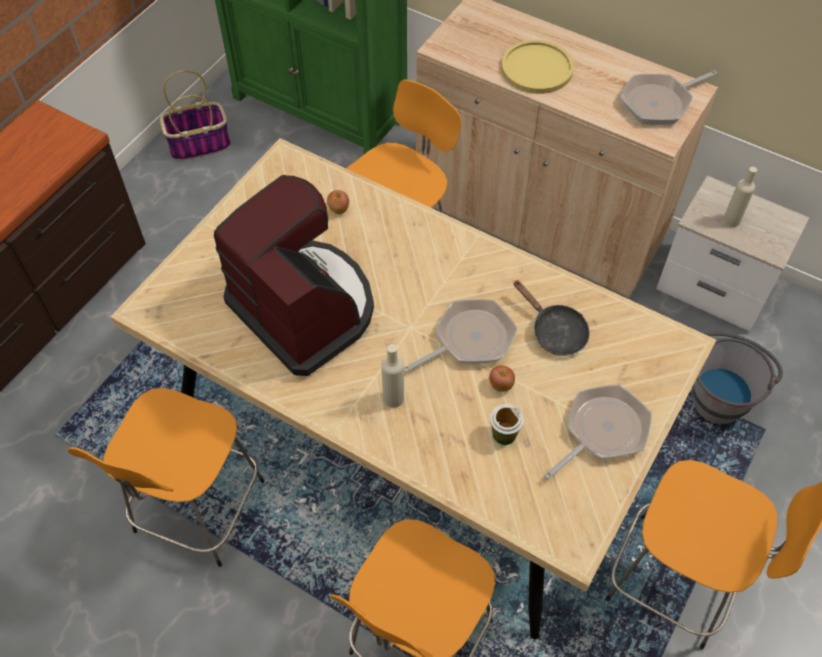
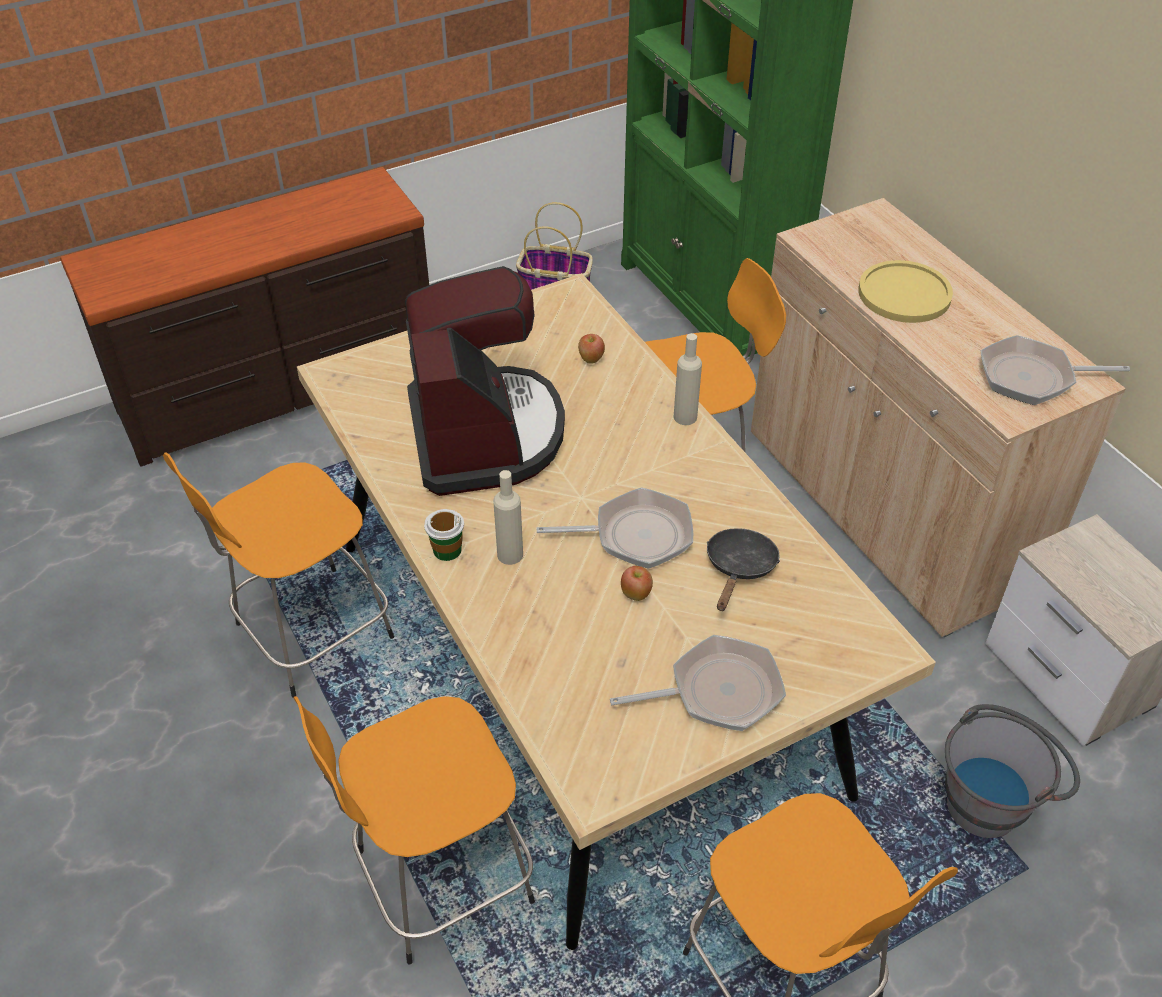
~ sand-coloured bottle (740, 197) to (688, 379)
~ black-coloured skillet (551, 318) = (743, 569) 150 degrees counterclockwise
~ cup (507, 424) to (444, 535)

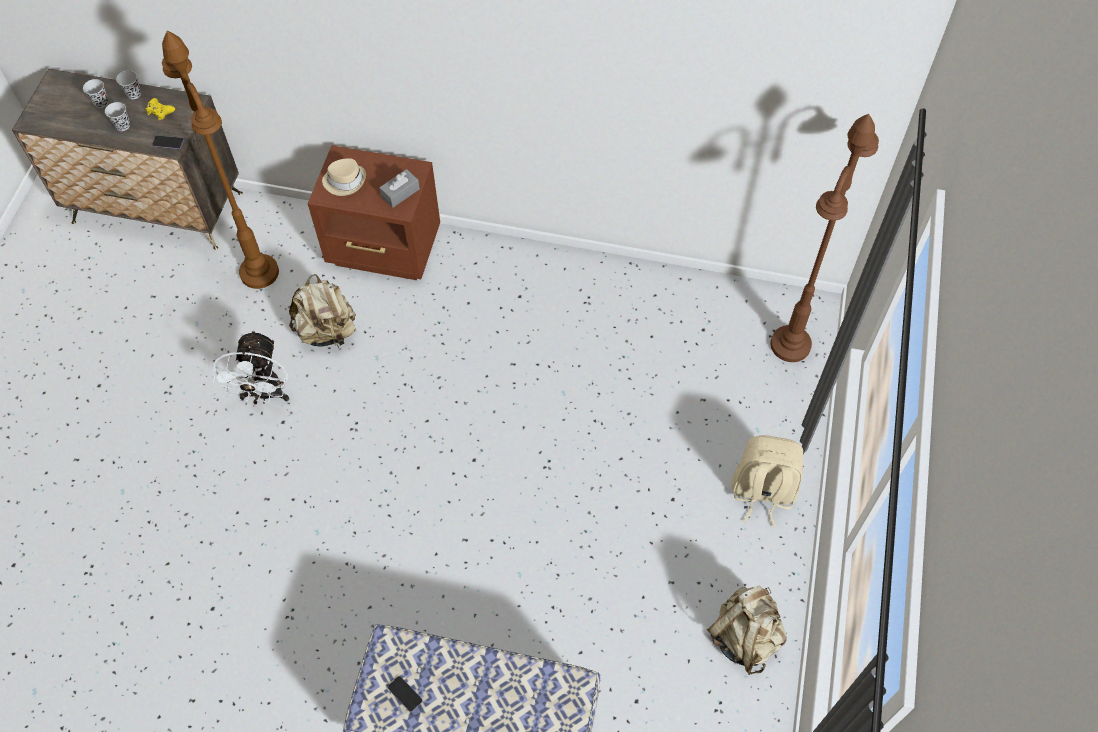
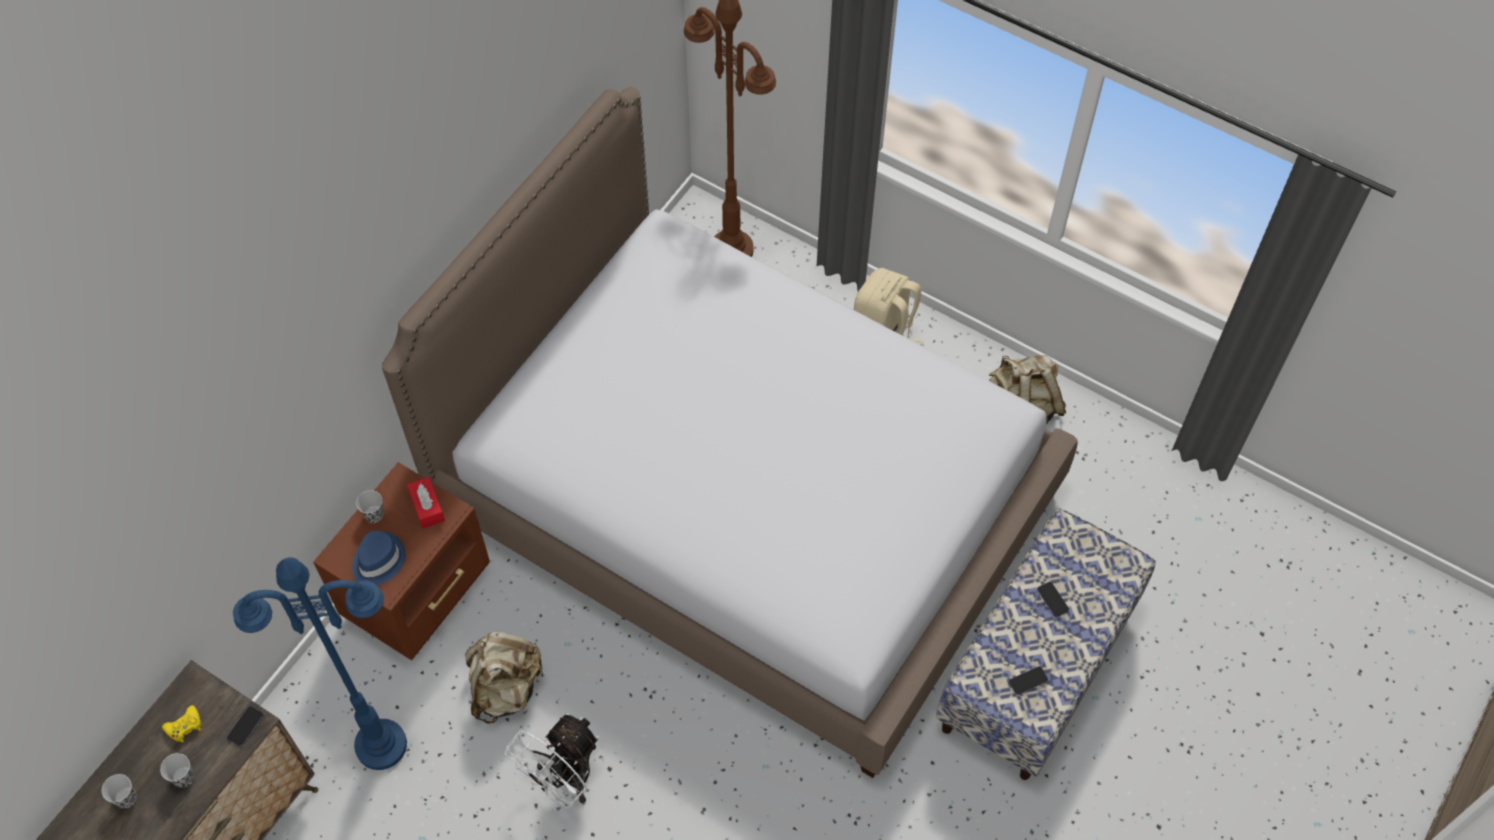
~ brown standard lamp (220, 160) to blue-coloured standard lamp (320, 663)
~ black-coloured cup (128, 84) to (370, 506)
~ sand-coloured clothing hat (344, 177) to blue-coloured clothing hat (378, 558)
~ greyish tissue holder (399, 188) to red-coloured tissue holder (426, 502)
~ white cooling fan (251, 367) = (552, 760) 105 degrees clockwise
+ sleeping bed (730, 432)
+ phone (1053, 599)

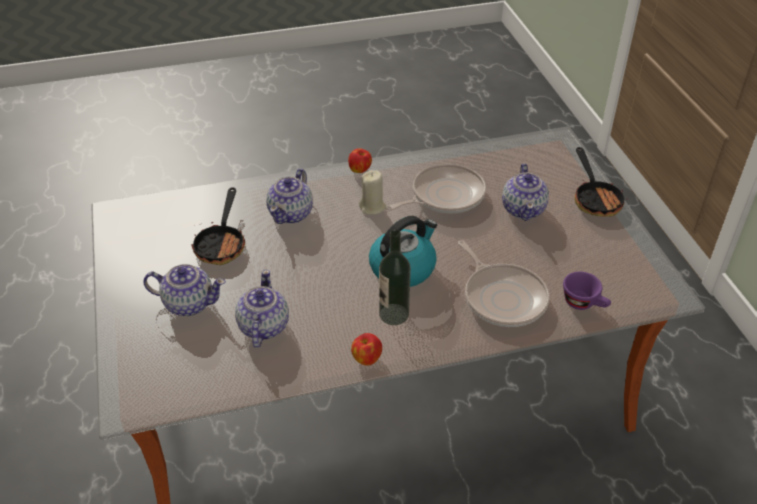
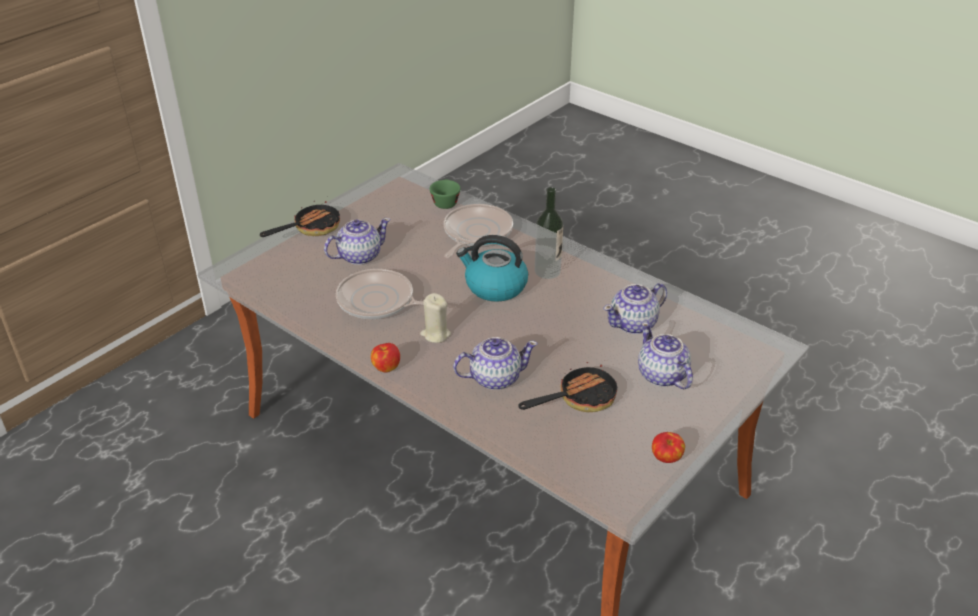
~ purple-coloured cup (587, 290) to green cup (445, 194)
~ apple (366, 349) to (668, 447)

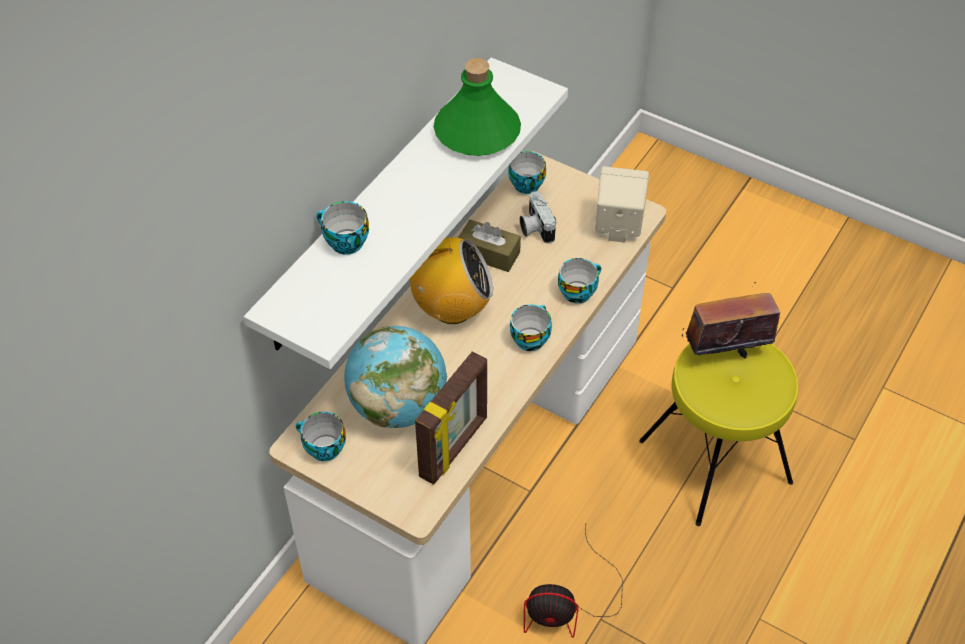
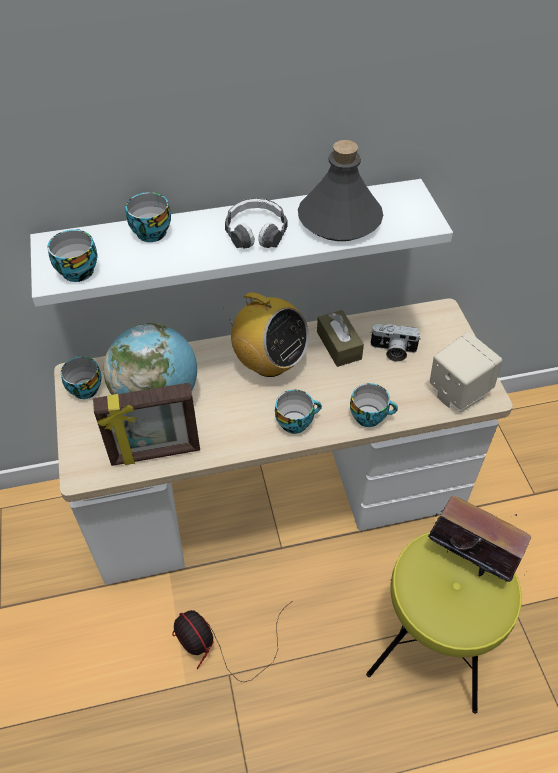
~ green bottle (477, 107) to greyish bottle (340, 190)
~ cup (527, 172) to (72, 255)
~ still camera (538, 217) = (395, 343) 105 degrees counterclockwise
+ headset (256, 223)

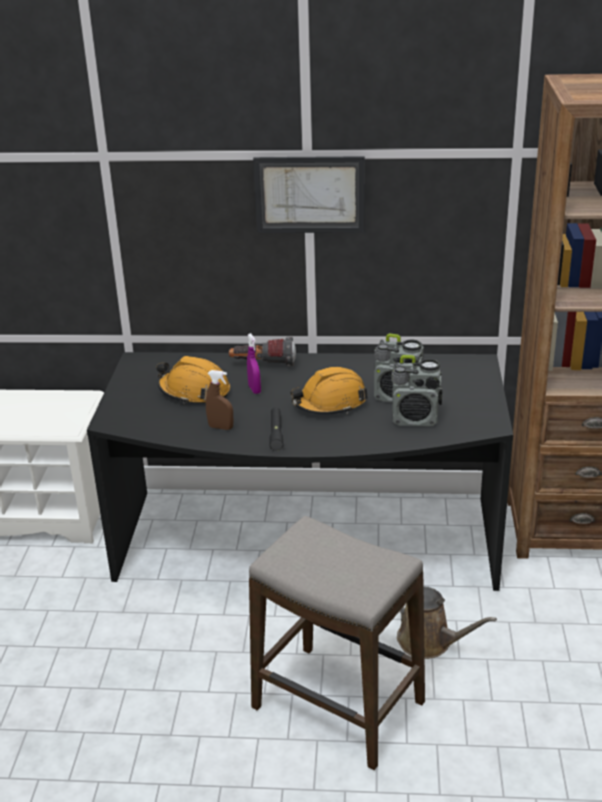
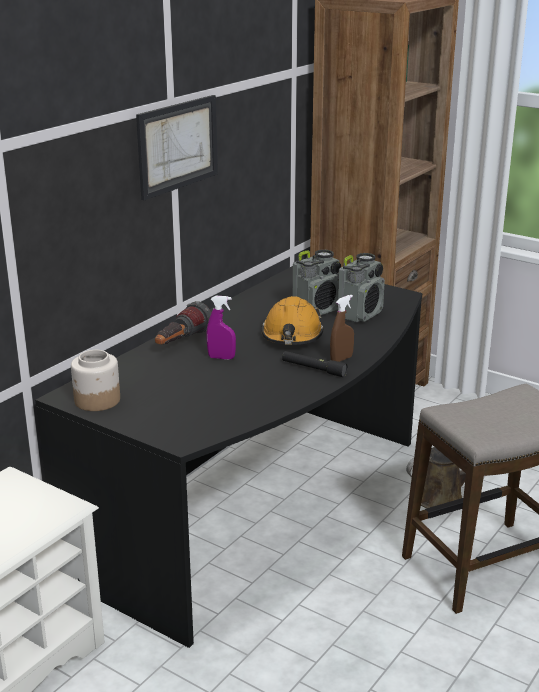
- orange-coloured work helmet (193, 380)
~ brown spray bottle (219, 400) to (342, 328)
+ jar (95, 380)

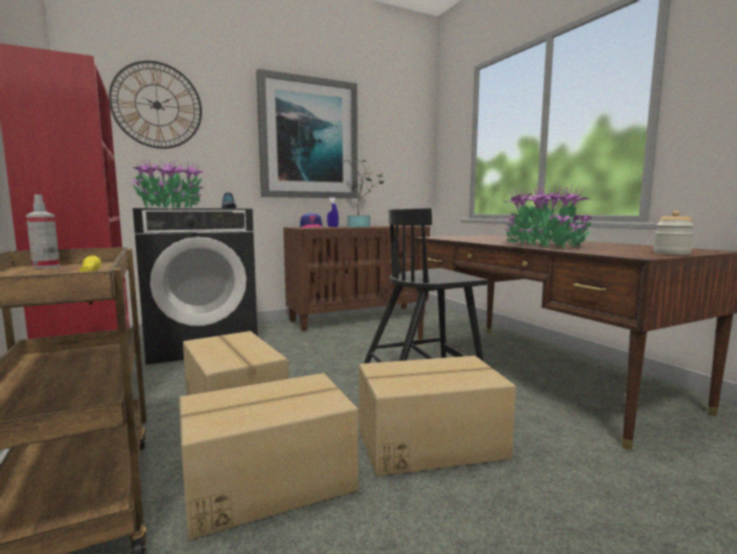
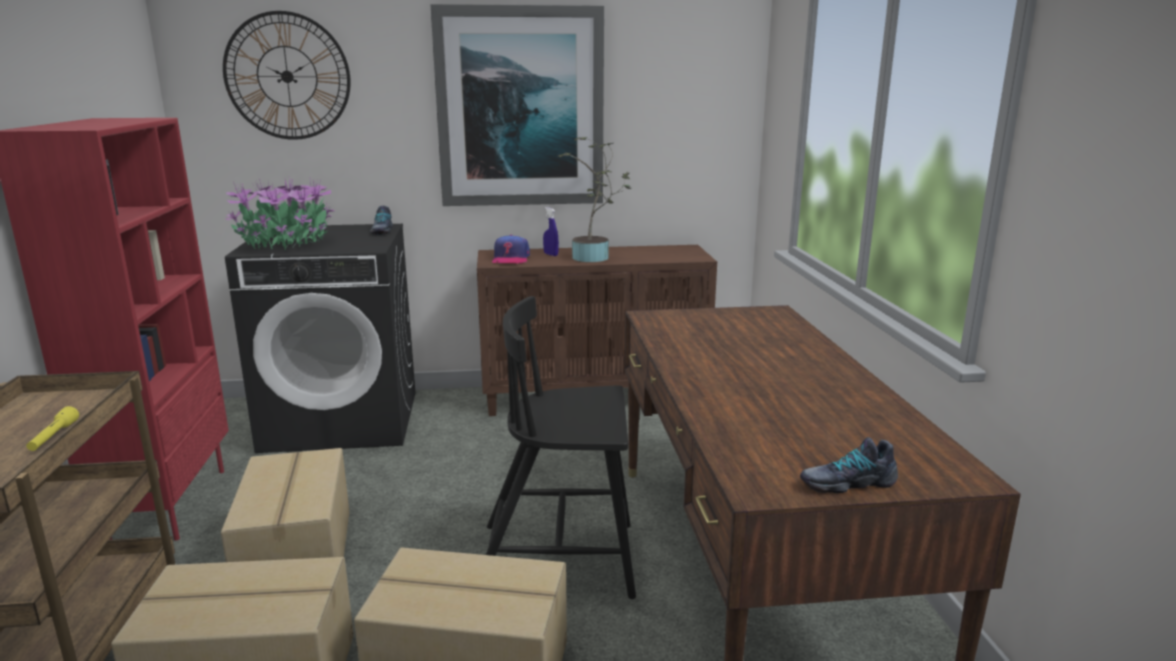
- plant in a pot (548, 216)
- spray bottle (43, 231)
~ jar (673, 233) to shoe (849, 465)

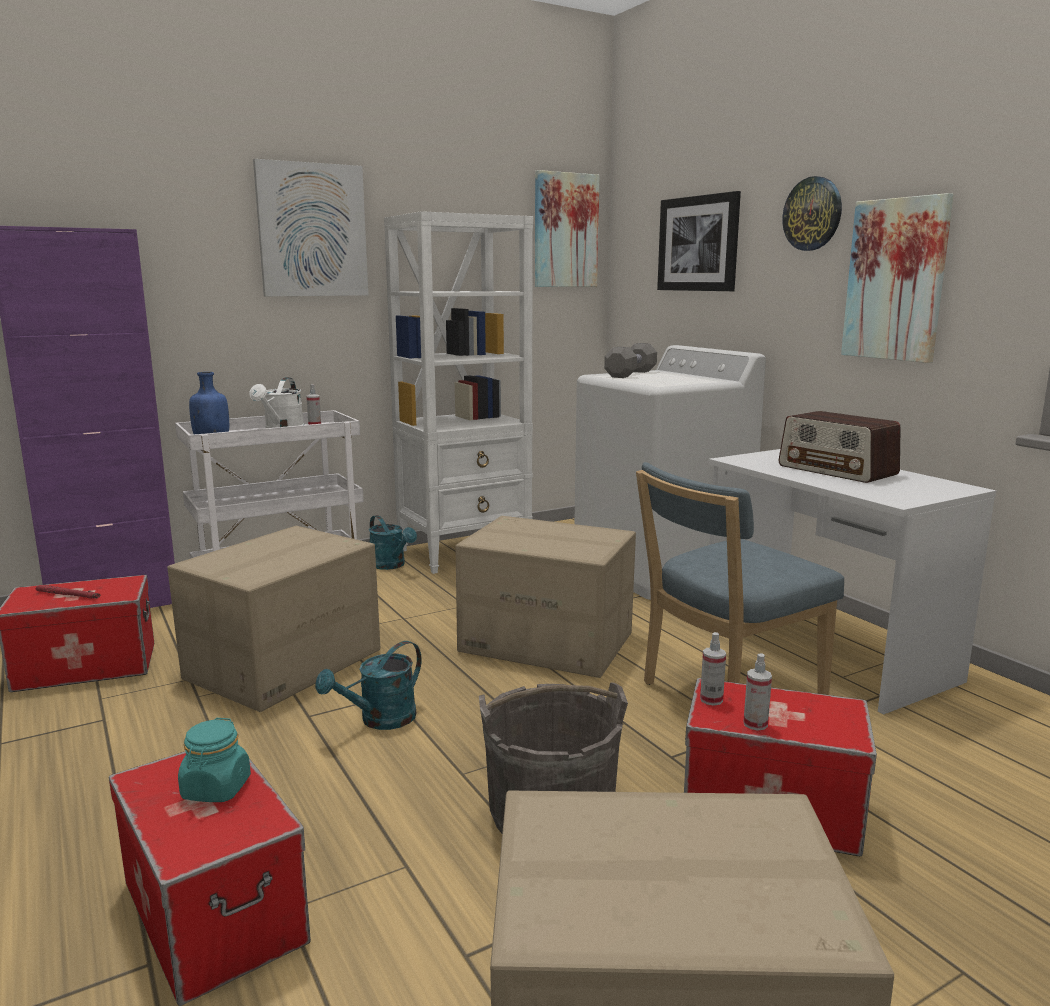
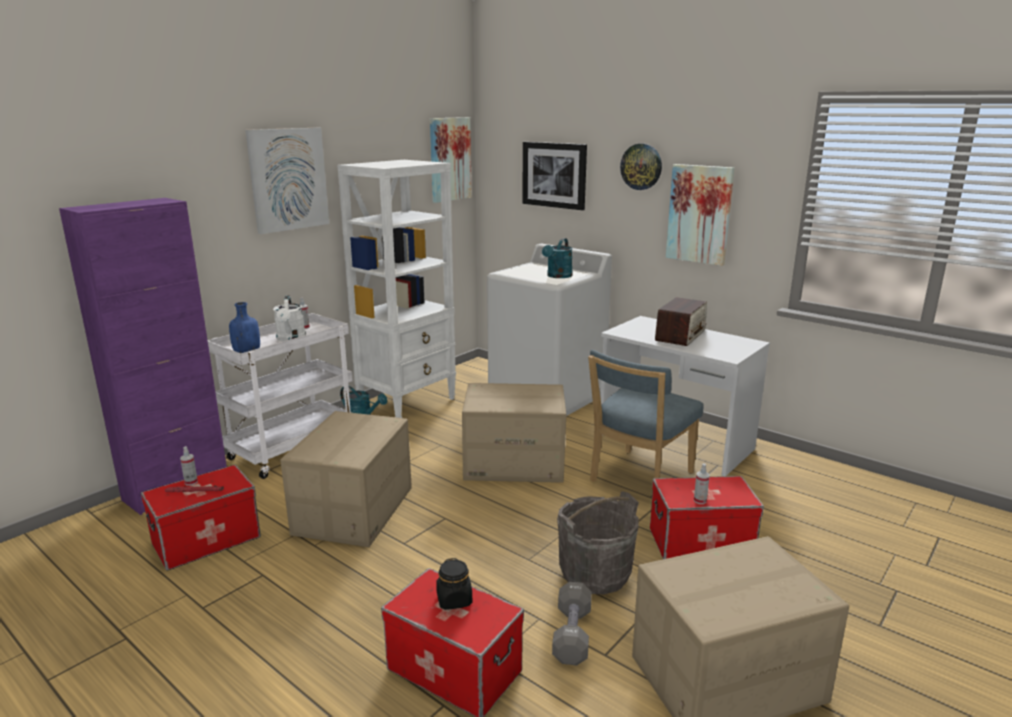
~ greyish free weight (630, 360) to (572, 624)
~ radio set (839, 447) = (681, 321) 90 degrees counterclockwise
~ spray bottle (713, 668) to (189, 466)
~ blue-green watering pot (368, 685) to (557, 258)
~ blue-green jar (214, 760) to black-coloured jar (454, 584)

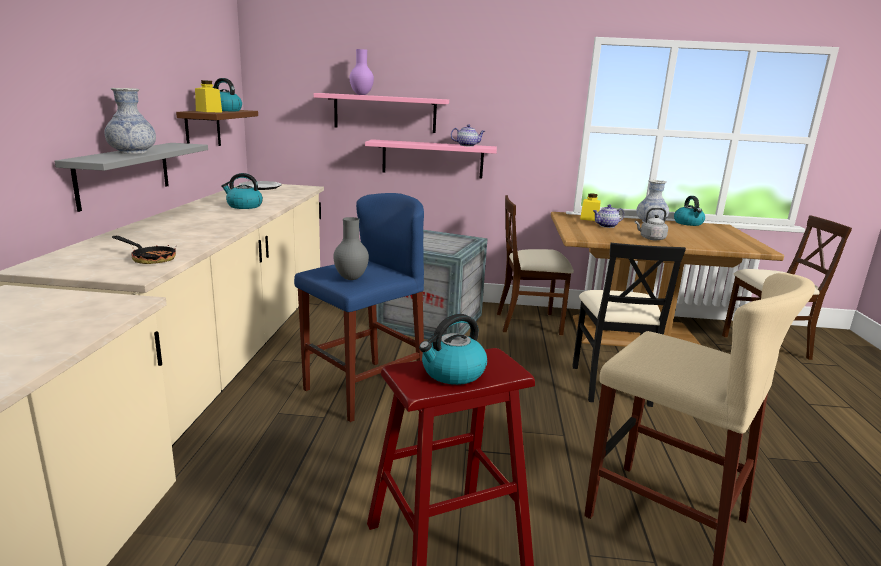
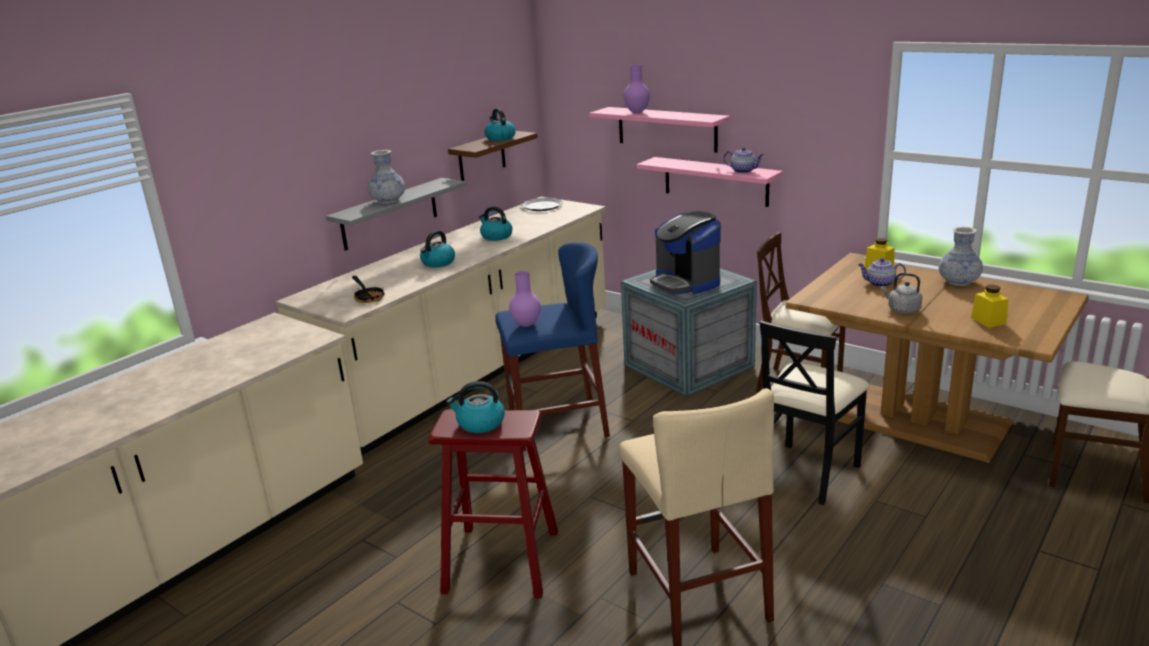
~ yellowish jar (208, 96) to (990, 306)
~ kettle (689, 211) to (437, 249)
~ greyish flower vase (351, 248) to purple-coloured flower vase (525, 299)
+ coffee brewer (685, 253)

